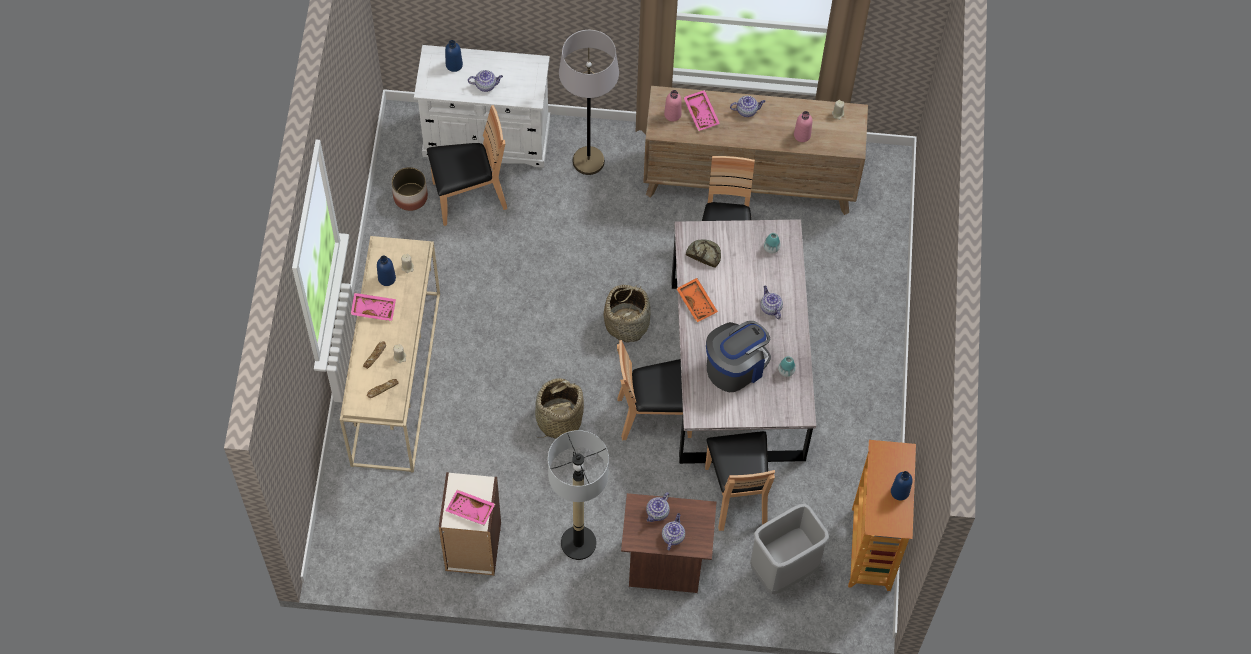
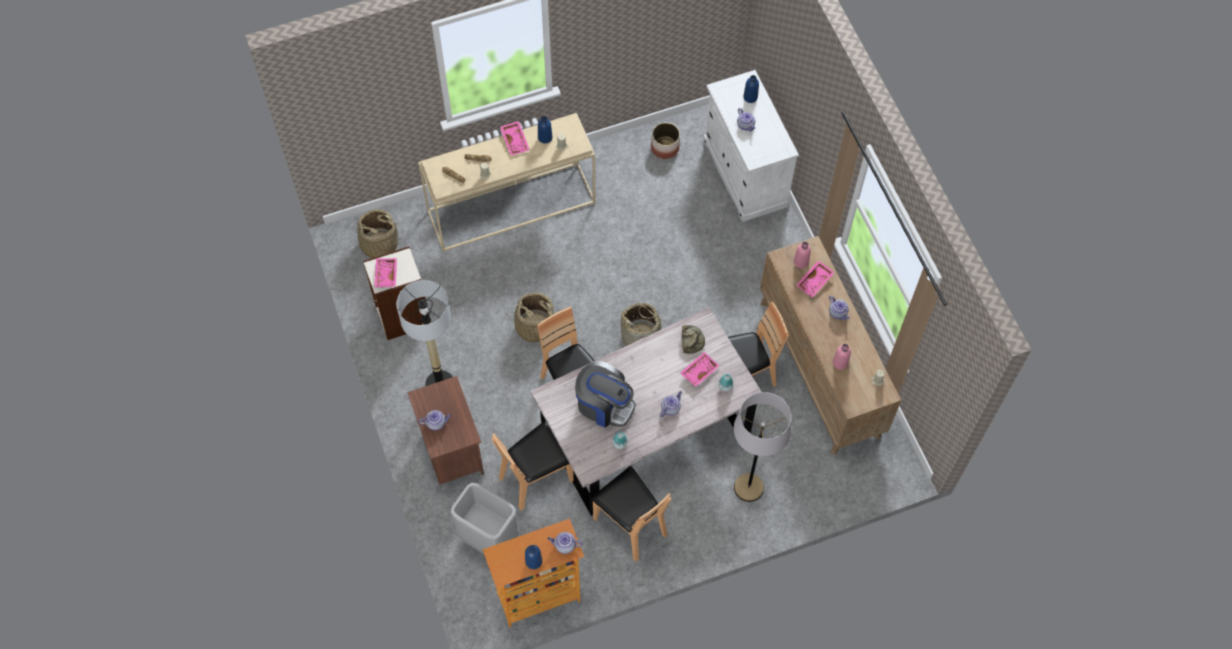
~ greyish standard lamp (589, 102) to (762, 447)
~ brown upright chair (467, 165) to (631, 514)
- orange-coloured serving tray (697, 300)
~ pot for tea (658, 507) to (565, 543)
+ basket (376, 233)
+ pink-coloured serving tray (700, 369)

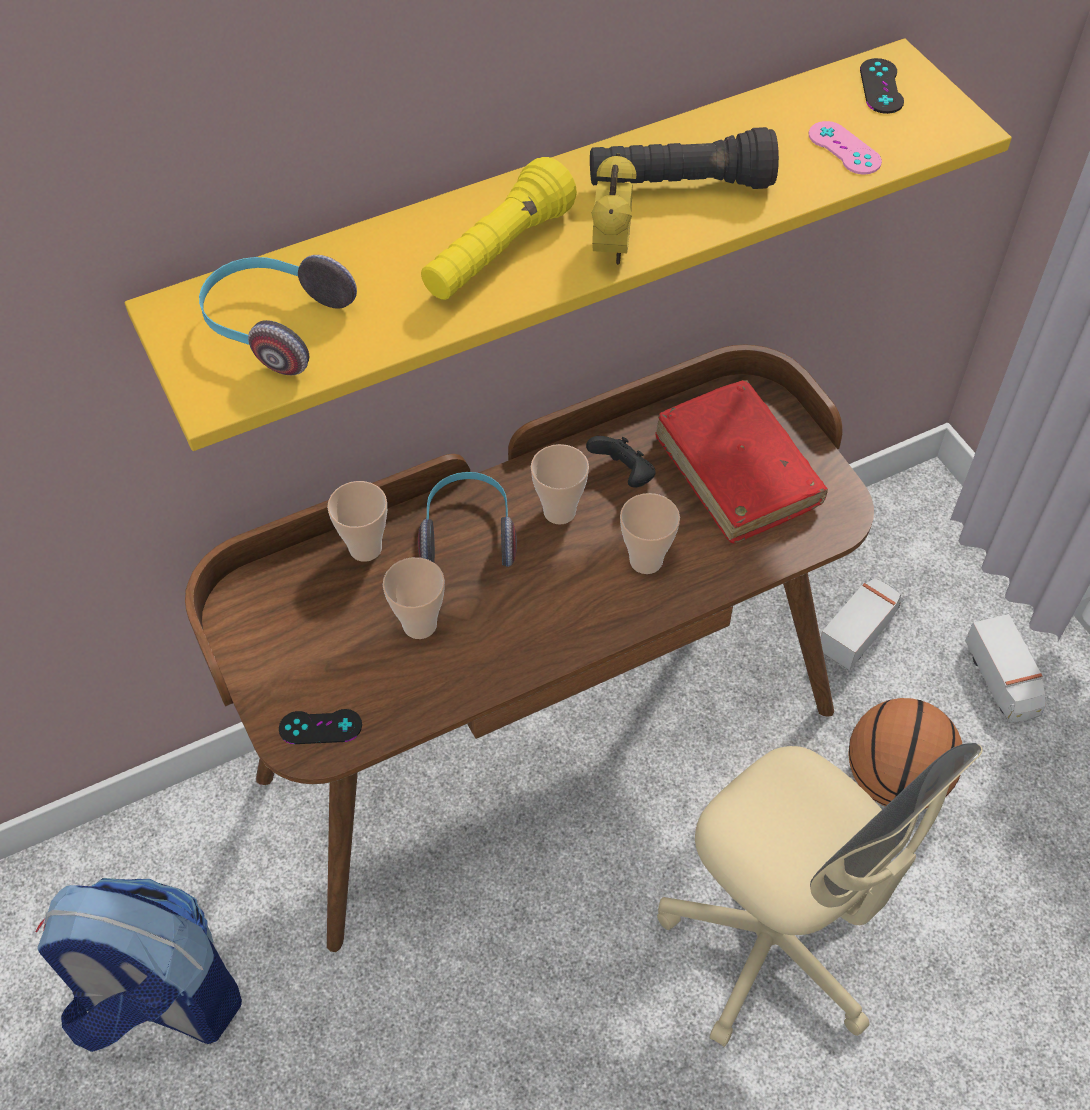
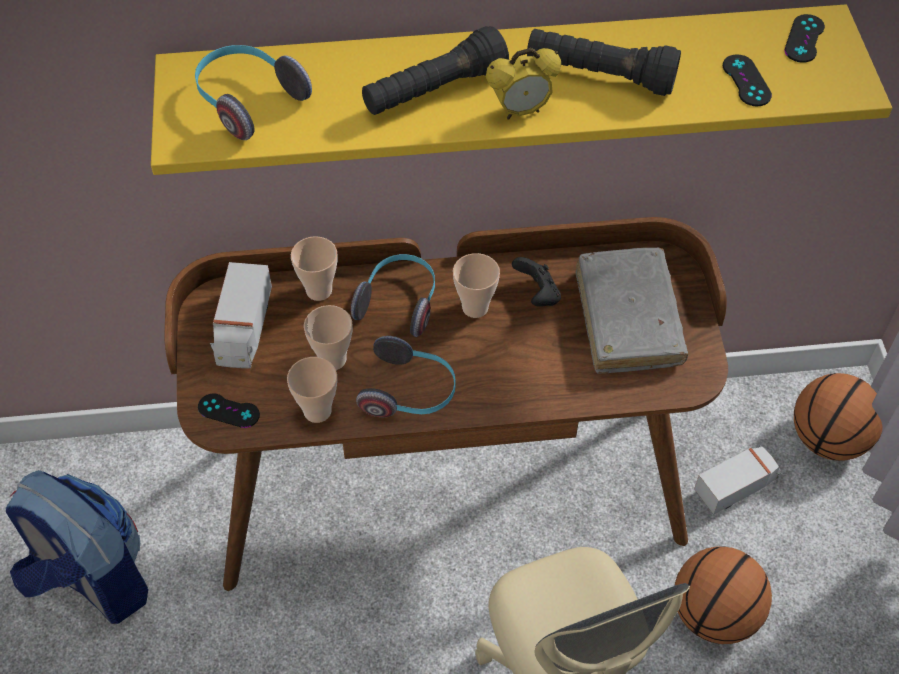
~ pink-coloured joypad (845, 147) to black-coloured joypad (747, 80)
~ table clock (613, 209) = (523, 83) 45 degrees clockwise
~ yellowish torch (499, 228) to black-coloured torch (435, 70)
~ red-coloured book (741, 462) to greyish book (632, 311)
~ cup (650, 533) to (312, 390)
~ model truck (1006, 669) to (241, 315)
+ headset (406, 376)
+ basketball (838, 417)

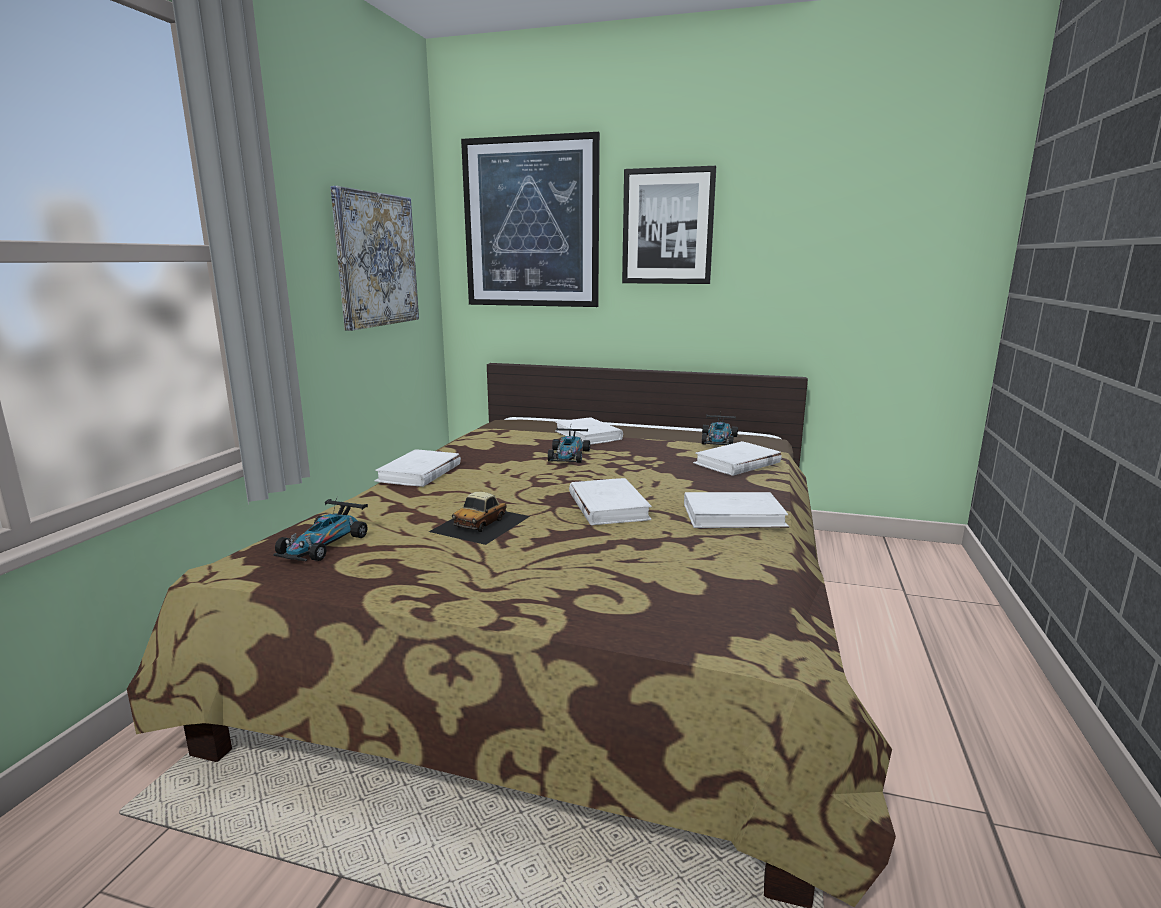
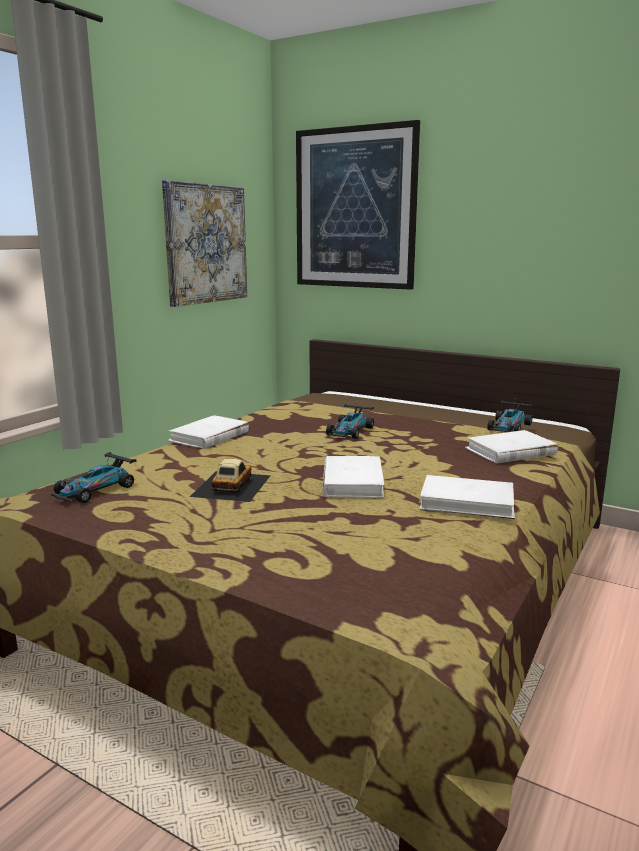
- wall picture (669, 225)
- white book (589, 431)
~ miniature car (479, 518) = (230, 480) 150 degrees clockwise

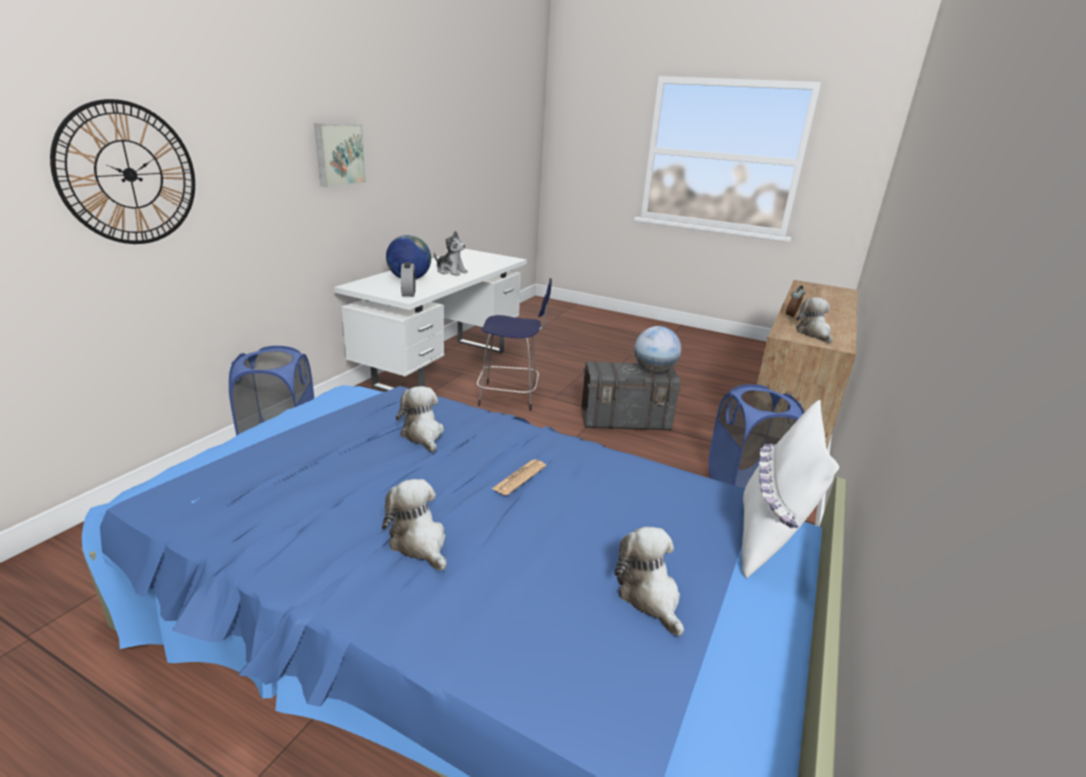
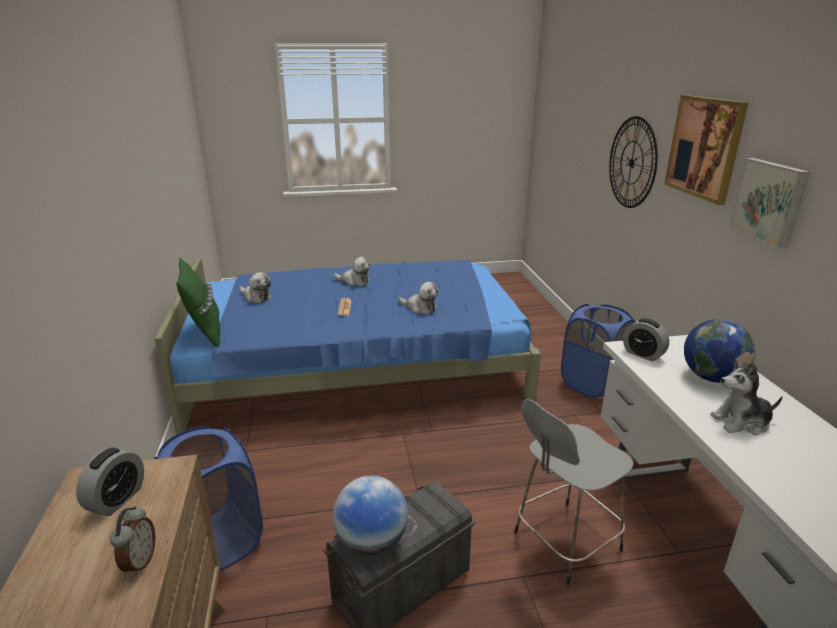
~ blue-coloured stool seat (514, 344) to greyish stool seat (574, 492)
~ soft toy (814, 320) to table clock (110, 482)
~ white pillow (790, 489) to green pillow (198, 302)
+ wall picture (706, 150)

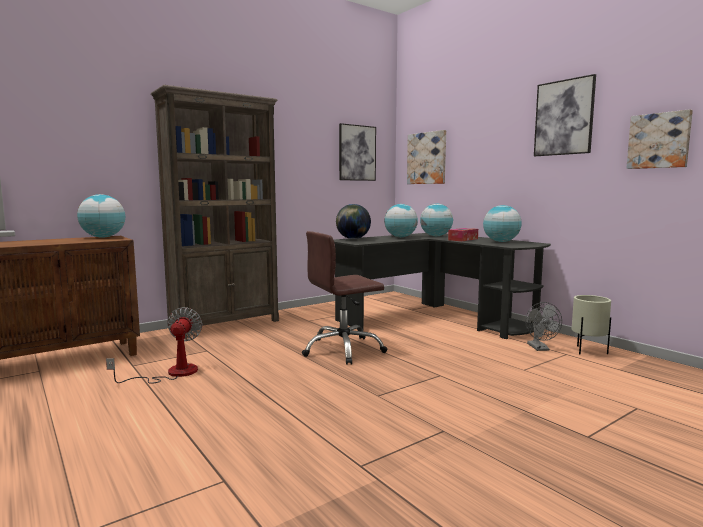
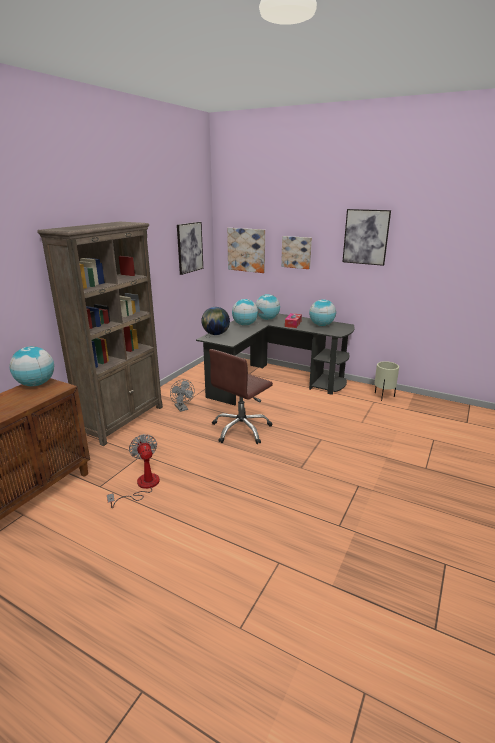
~ wall picture (659, 139) to (296, 252)
~ greyish cooling fan (543, 326) to (182, 395)

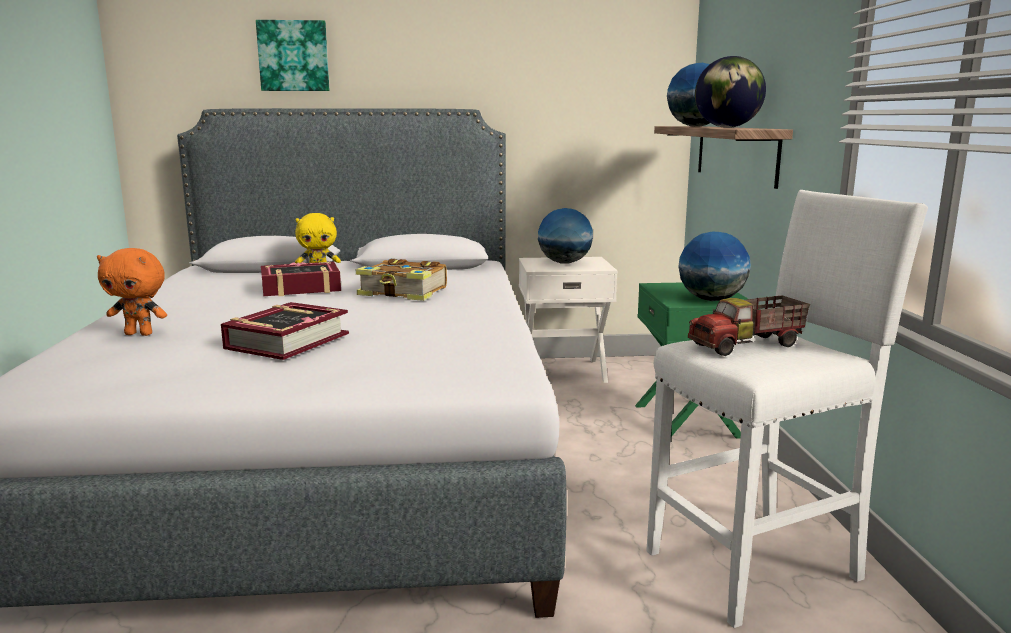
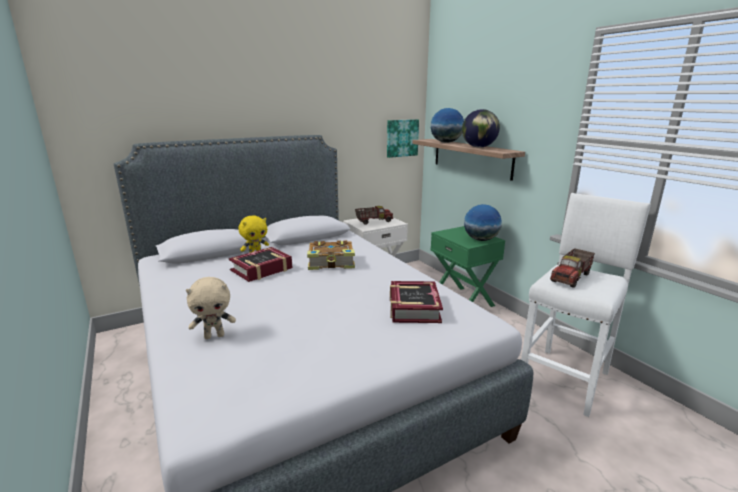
~ wall picture (292, 55) to (403, 138)
~ desk globe (565, 235) to model truck (374, 215)
~ orange-coloured soft toy (132, 292) to sand-coloured soft toy (211, 308)
~ book (285, 331) to (416, 302)

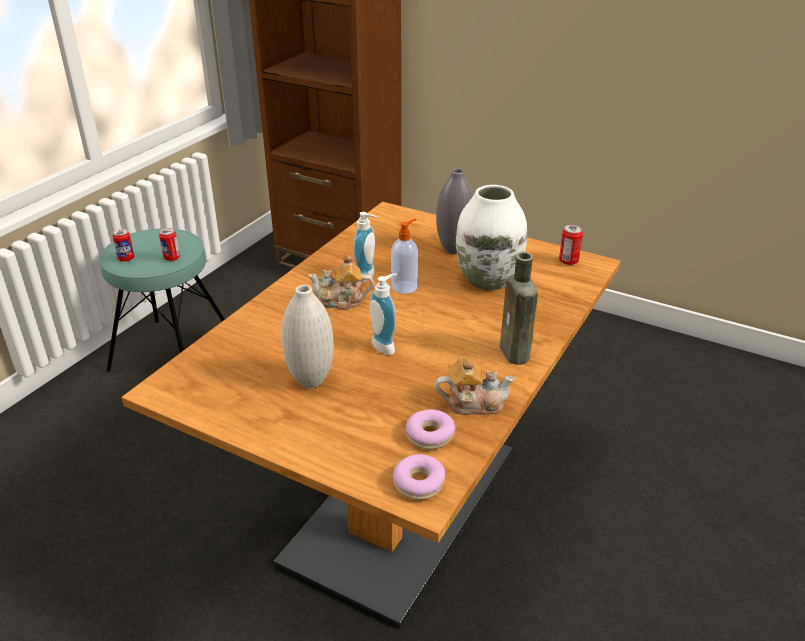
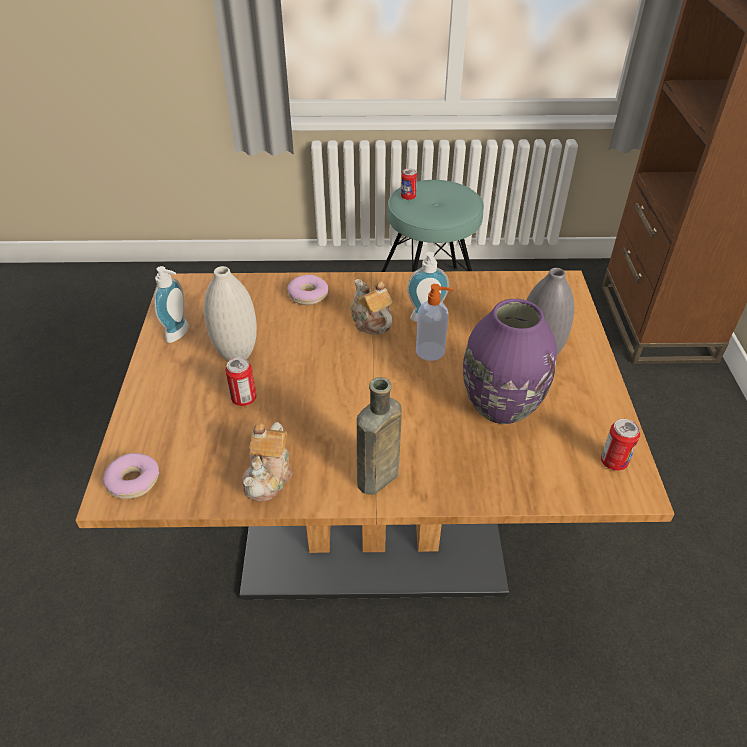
~ white flower vase (491, 238) to purple-coloured flower vase (510, 361)
~ sealed can (169, 244) to (241, 381)
~ liquid soap bottle (383, 314) to (171, 304)
~ pot for tea (475, 385) = (267, 462) 45 degrees clockwise
~ ring doughnut (430, 429) to (307, 290)

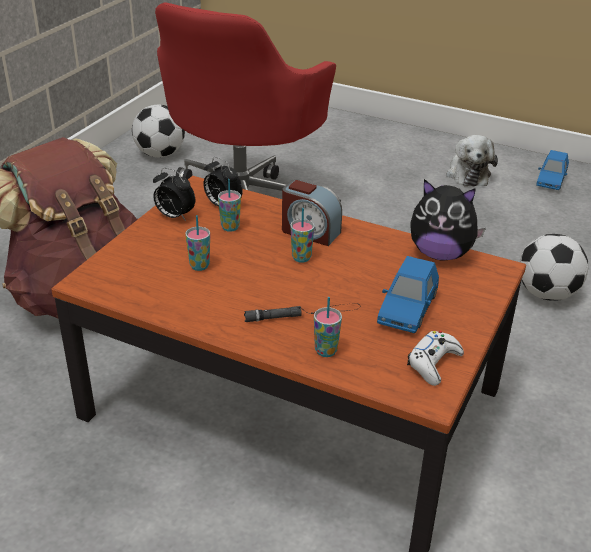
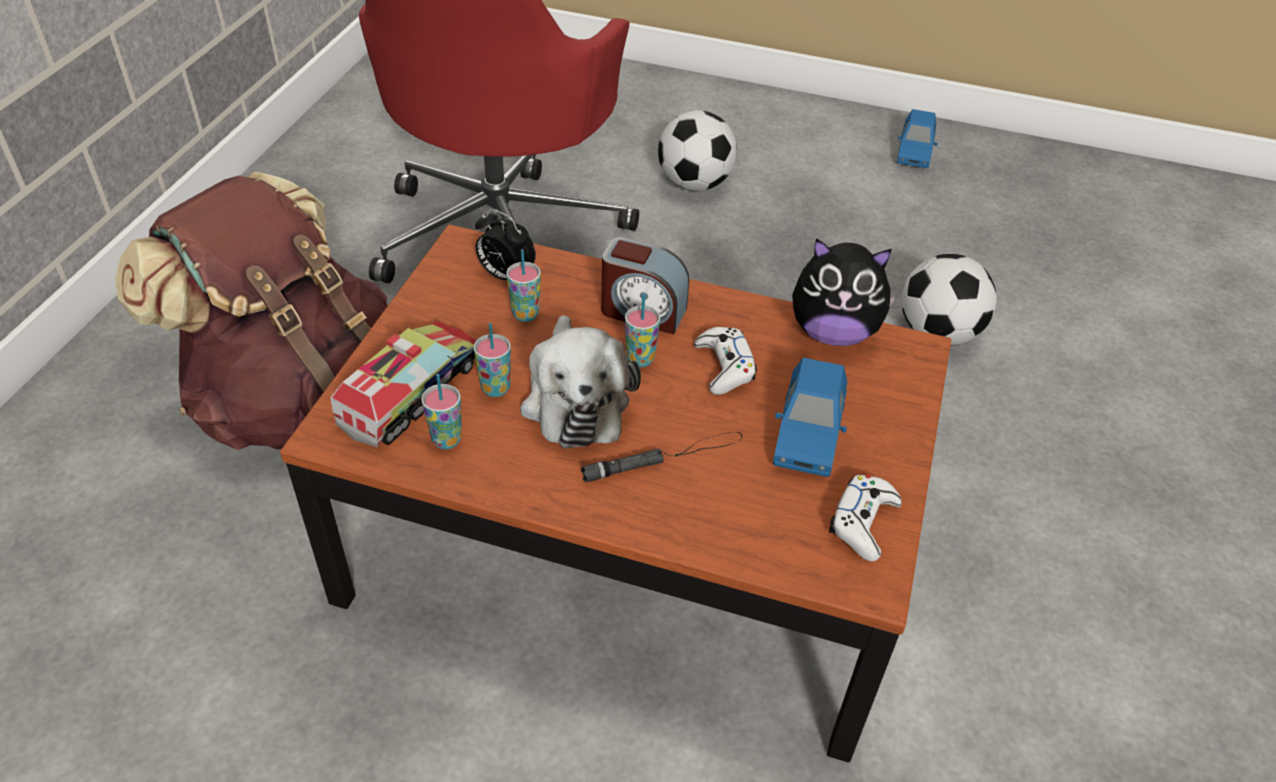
~ ball for football (158, 131) to (697, 150)
~ soft toy (472, 161) to (580, 382)
- table clock (174, 194)
~ cup (328, 327) to (441, 411)
+ model truck (403, 384)
+ white joypad (725, 361)

